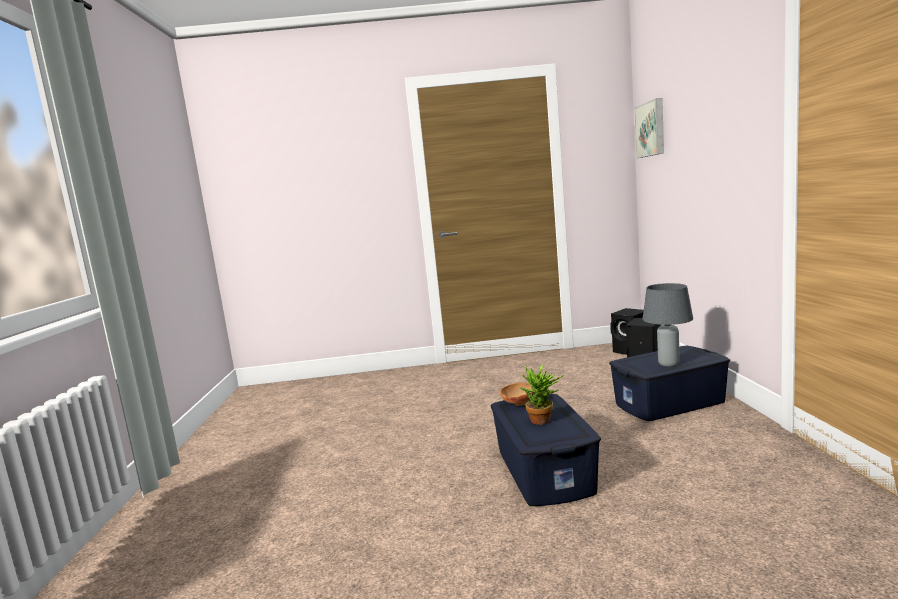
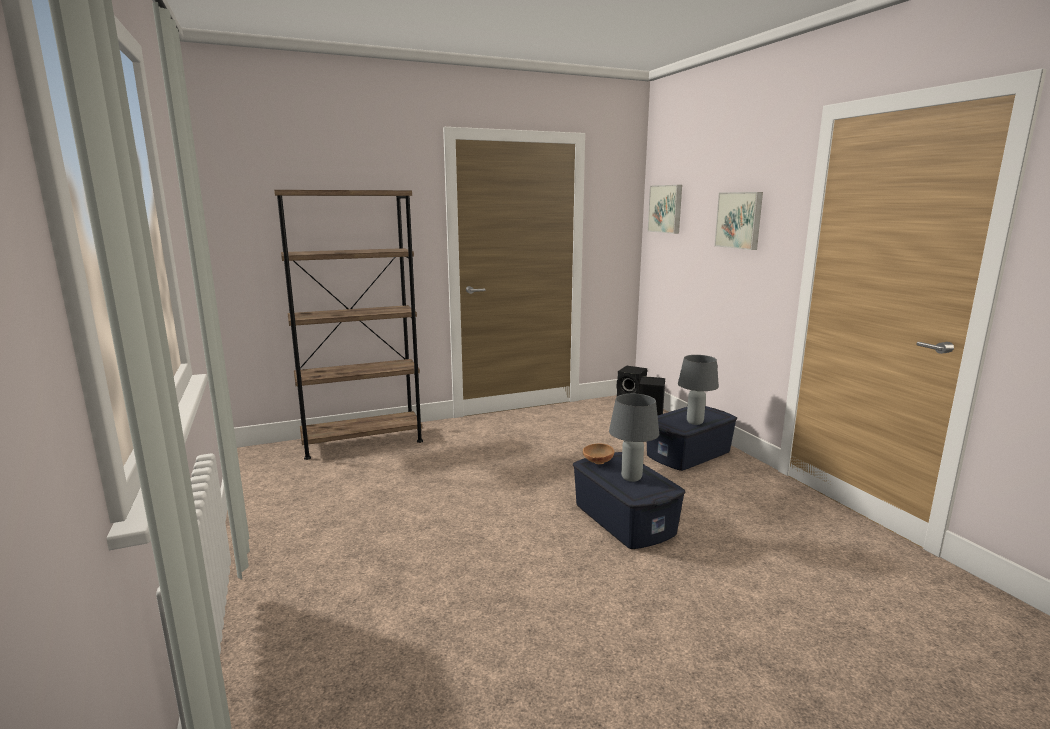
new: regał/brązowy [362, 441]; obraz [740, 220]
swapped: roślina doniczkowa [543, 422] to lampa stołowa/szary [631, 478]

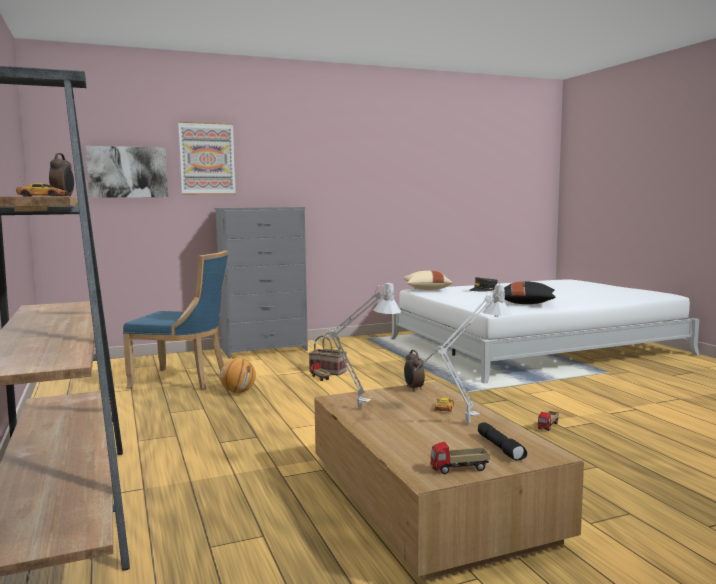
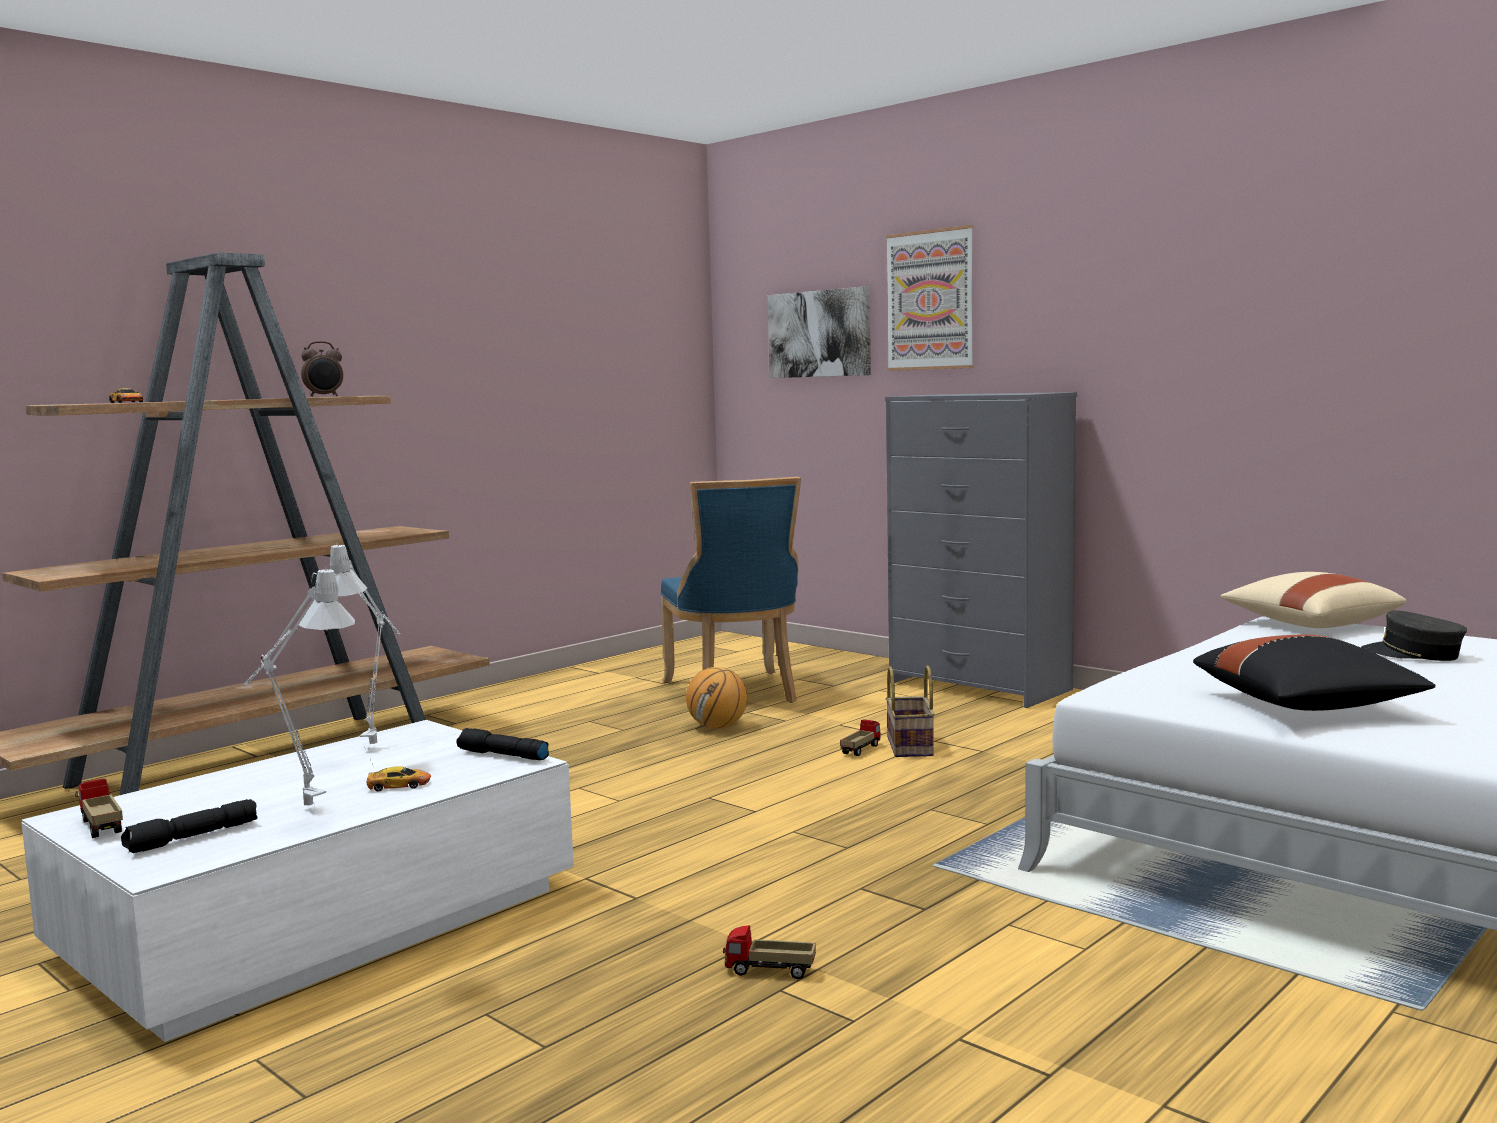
swapped: budzik [413, 389] to latarka/czarny [502, 756]
repainted: ława/brązowy [429, 502] to ława/biały [318, 922]

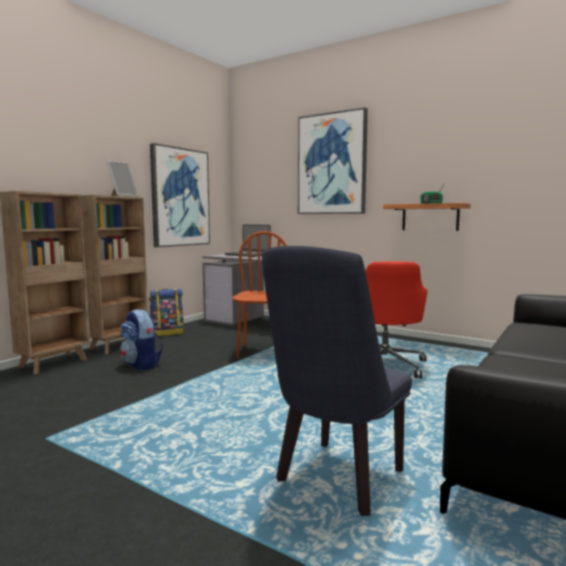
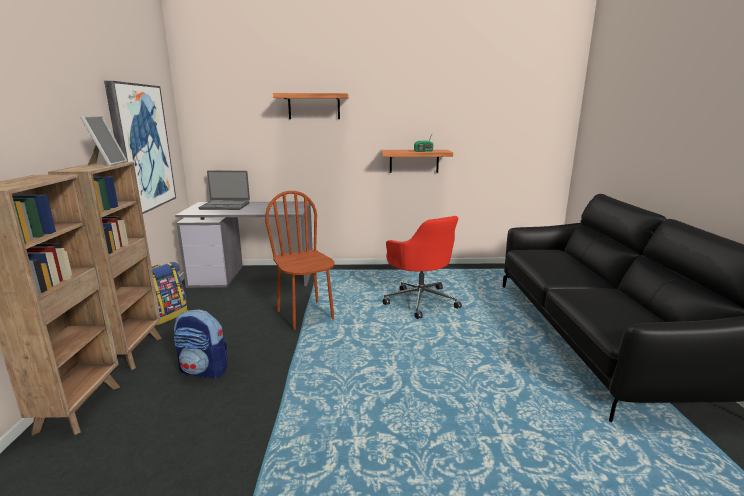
gone: krzesło/niebieski [335, 481]
swapped: obraz [332, 164] to półka [314, 106]

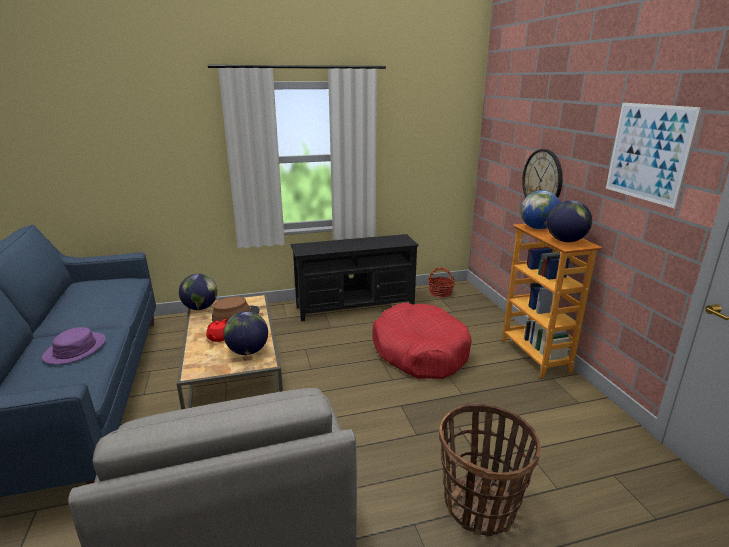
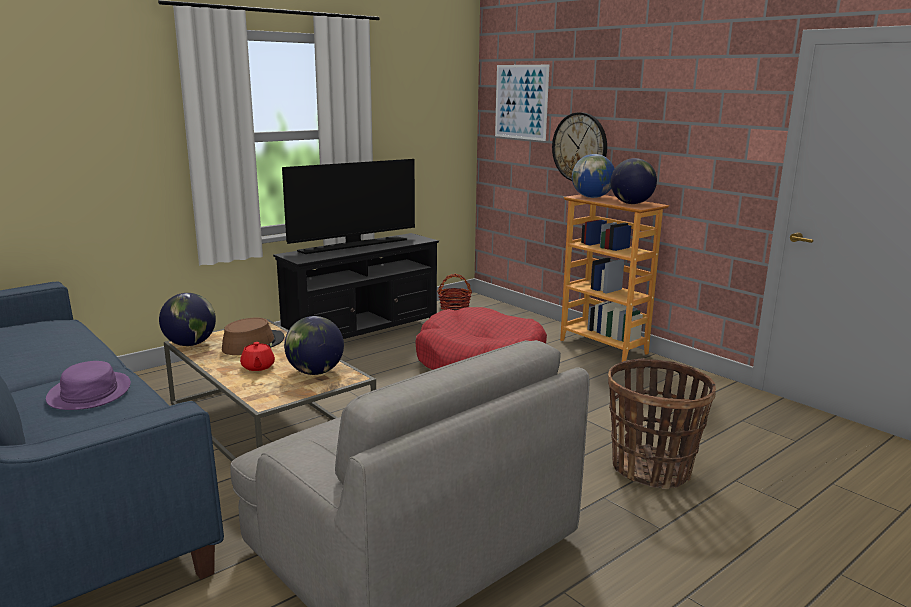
new: telewizor [353, 245]
shifted: obraz [648, 152] to [521, 102]

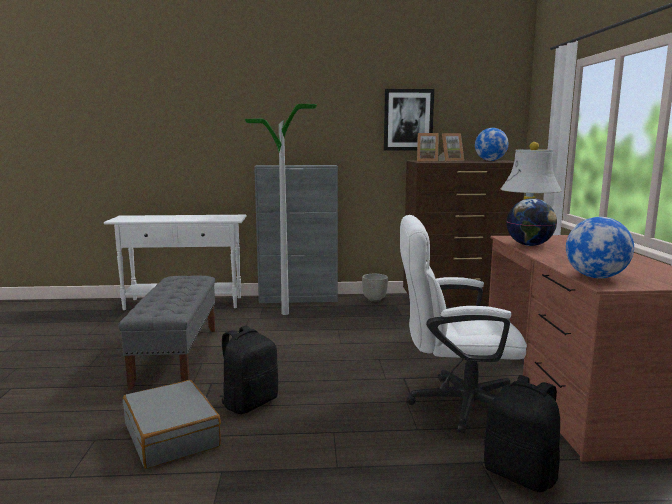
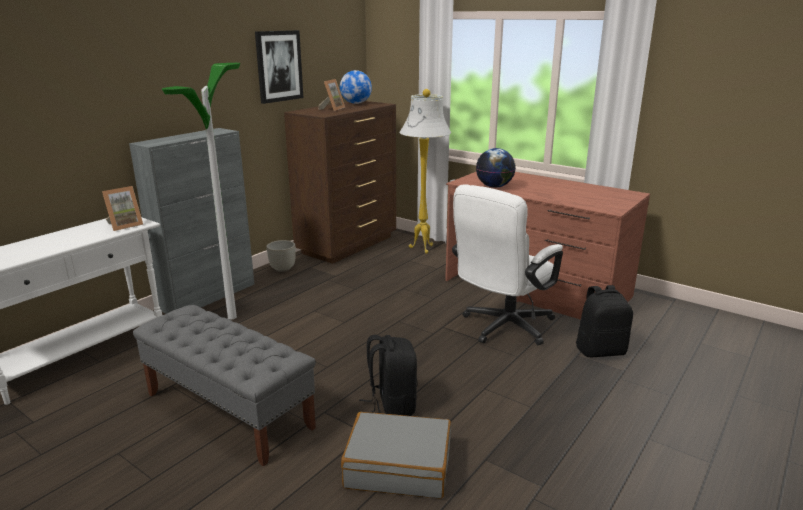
gone: globus [595, 277]
shifted: ramka na zdjęcie [427, 161] to [124, 225]

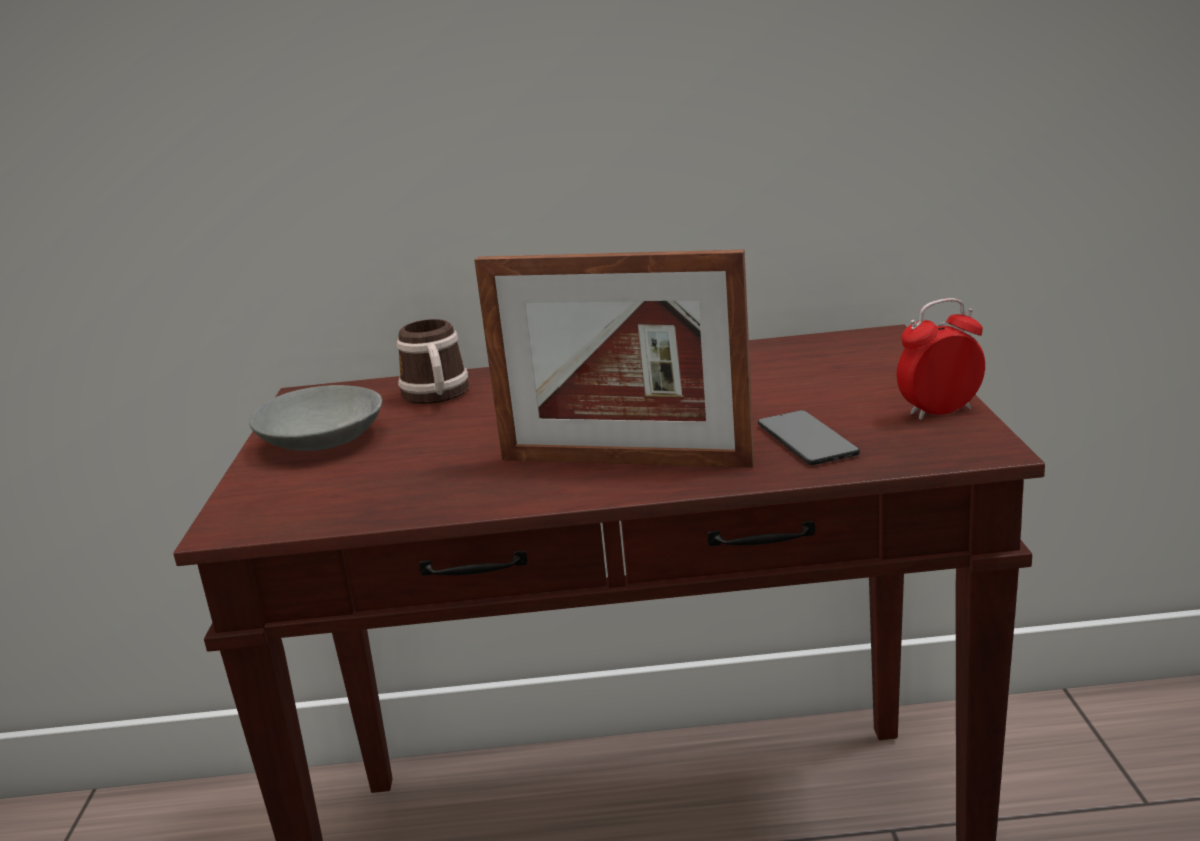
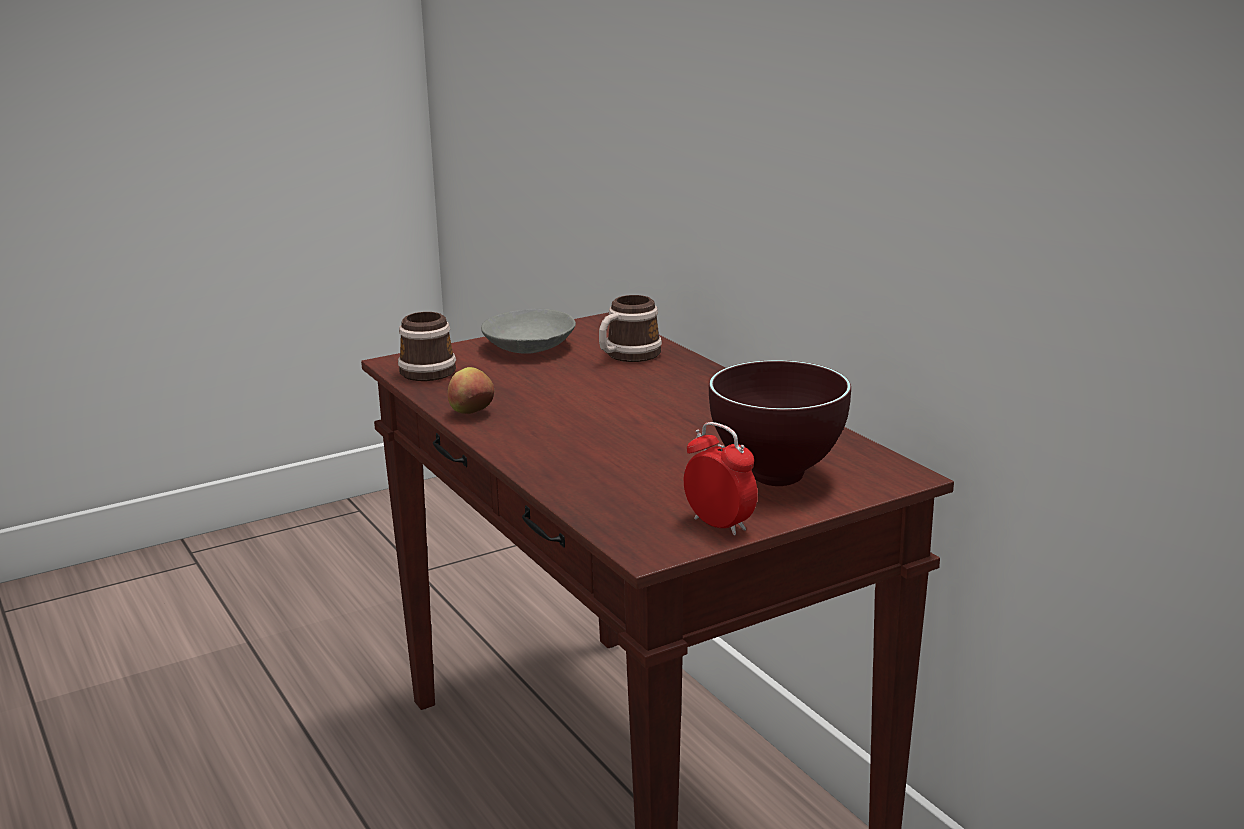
gone: ramka na zdjęcie [624, 461]; telefon [806, 440]
new: kubek [428, 369]; jabłko [472, 413]; miska/brązowy [773, 477]

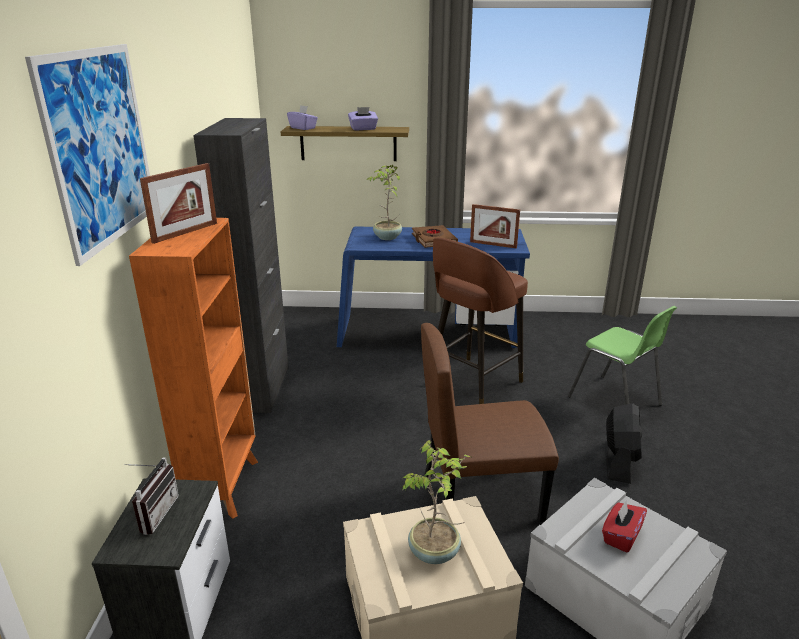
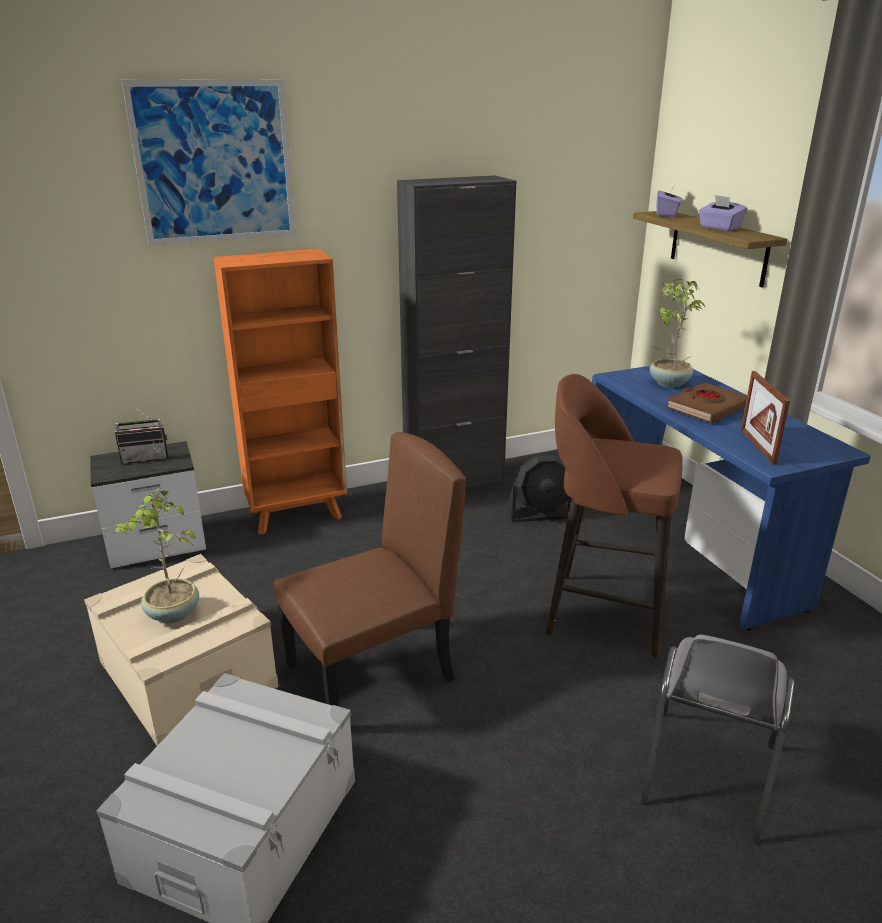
gone: ramka na zdjęcie [185, 232]; pudełko chusteczek/czerwony [621, 536]
shifted: wentylator/czarny [619, 461] to [541, 514]
repainted: krzesło/zielony [615, 401] to krzesło/szary [706, 774]
rotated: krzesło/brązowy [481, 496] = [371, 674] 90 degrees clockwise

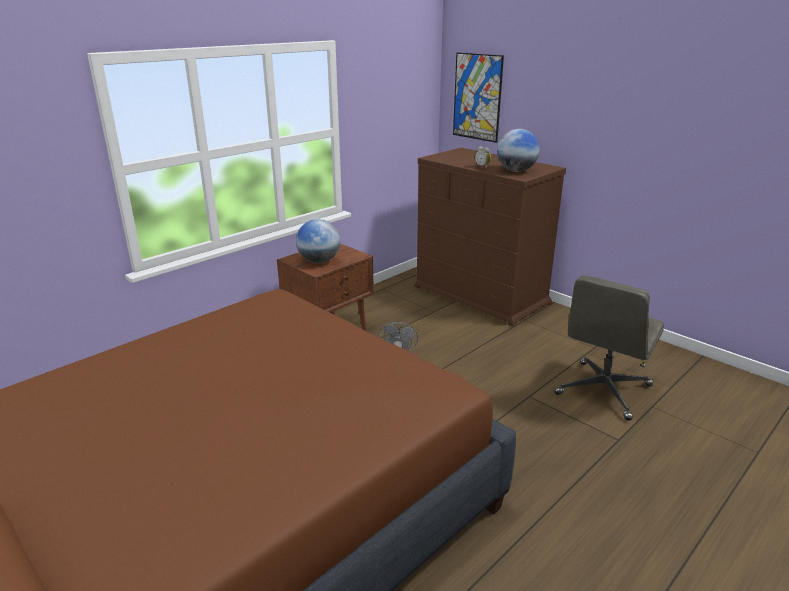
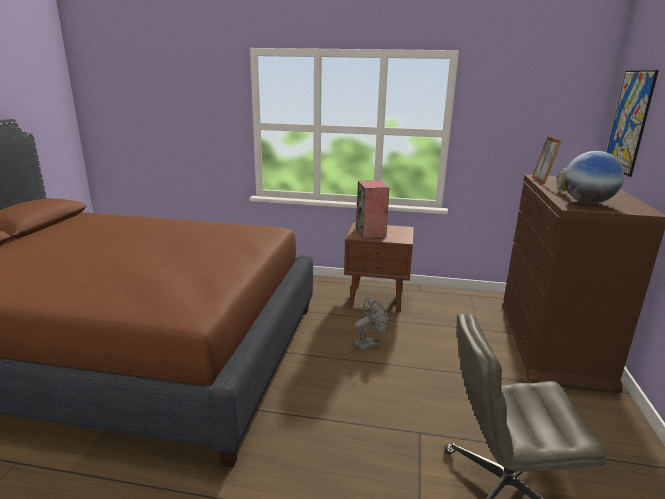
new: ramka na zdjęcie [542, 181]
swapped: globus [319, 261] to głośnik [371, 232]

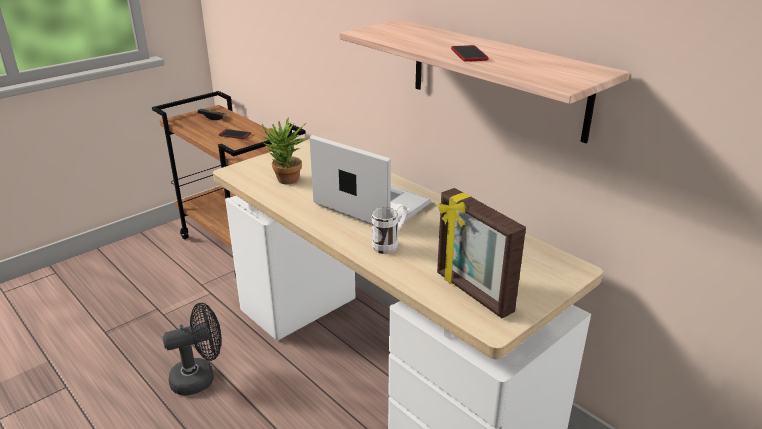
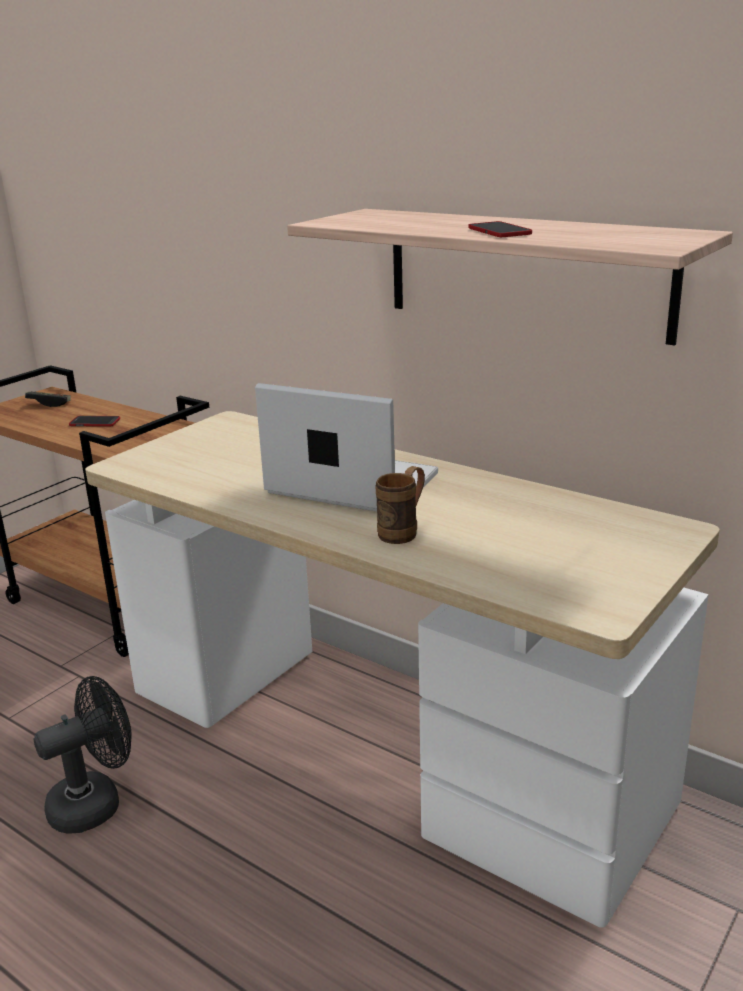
gone: roślina doniczkowa [287, 182]; ramka na zdjęcie [472, 293]
repainted: kubek/biały [390, 245] to kubek/brązowy [404, 531]

